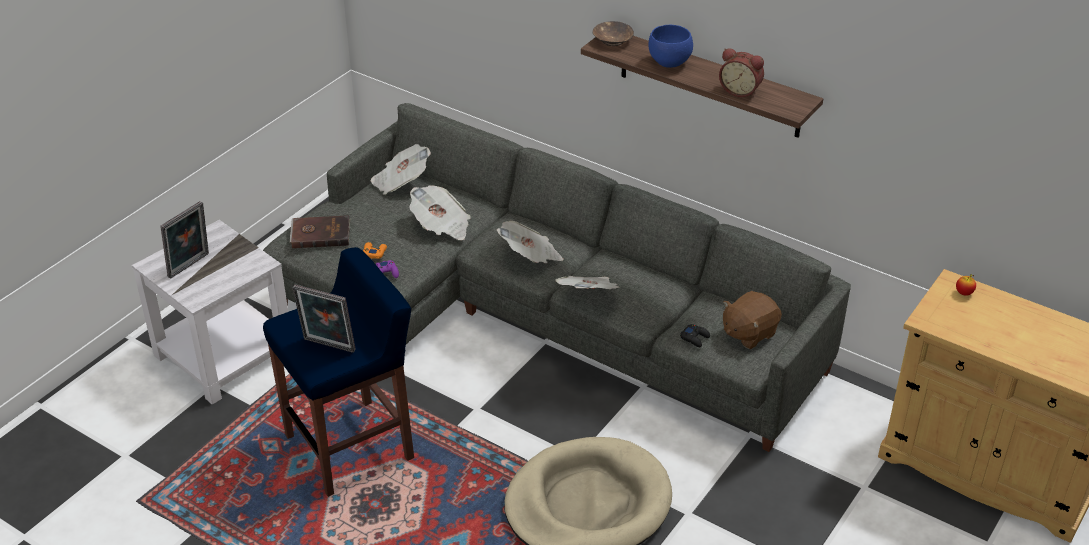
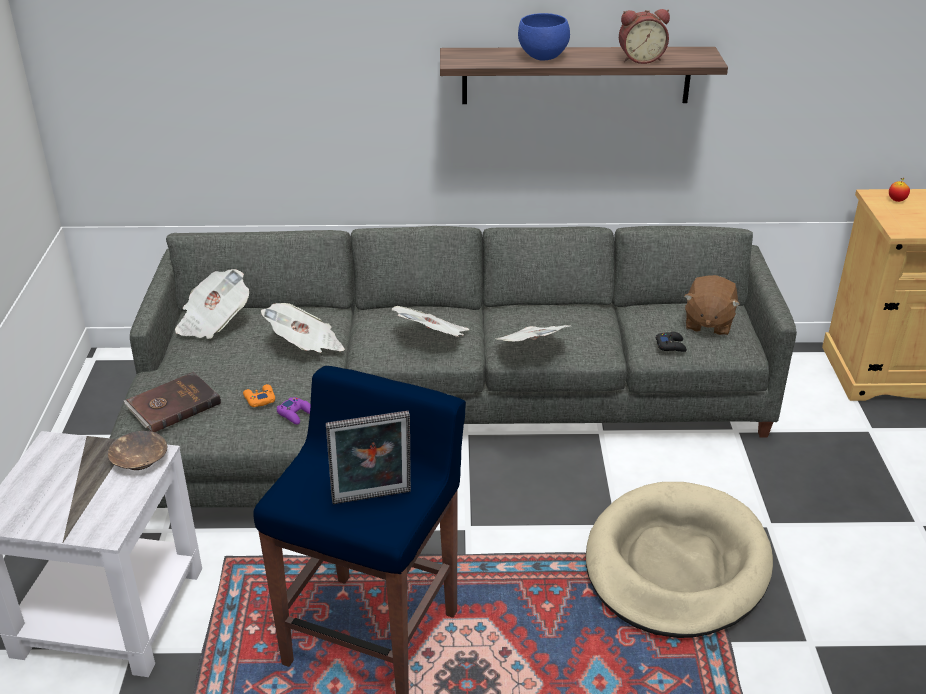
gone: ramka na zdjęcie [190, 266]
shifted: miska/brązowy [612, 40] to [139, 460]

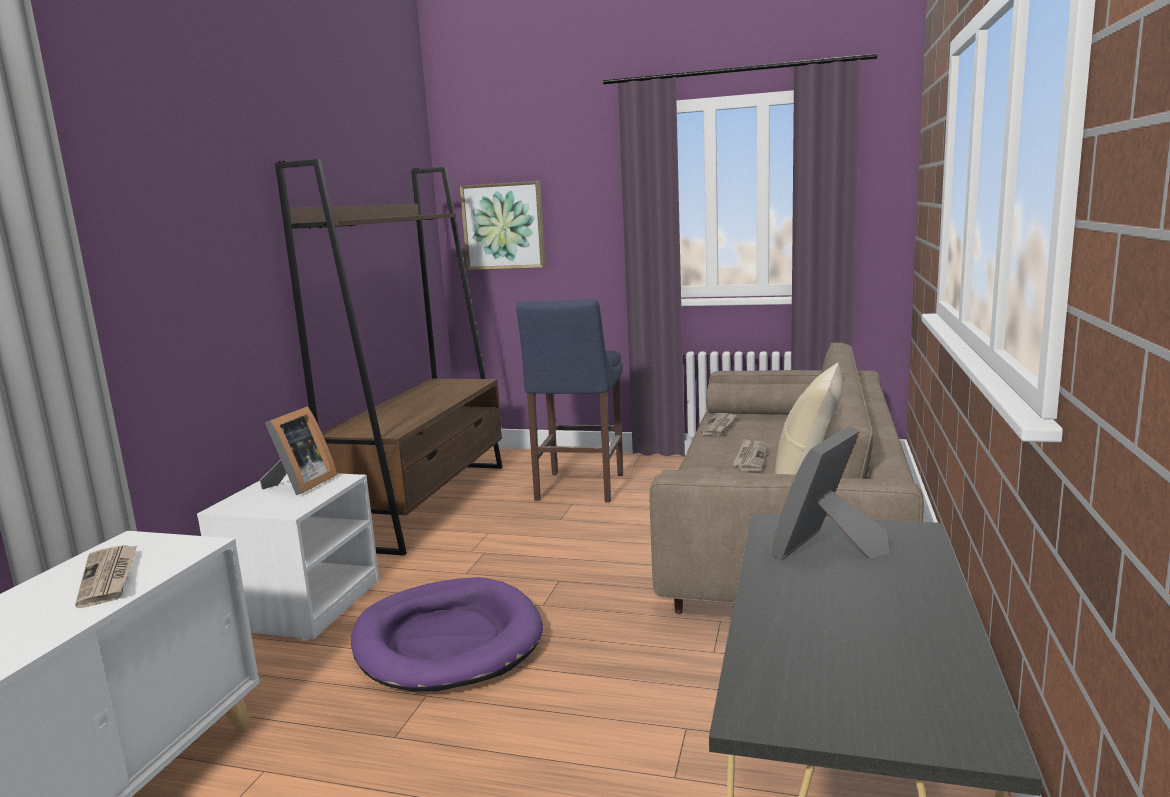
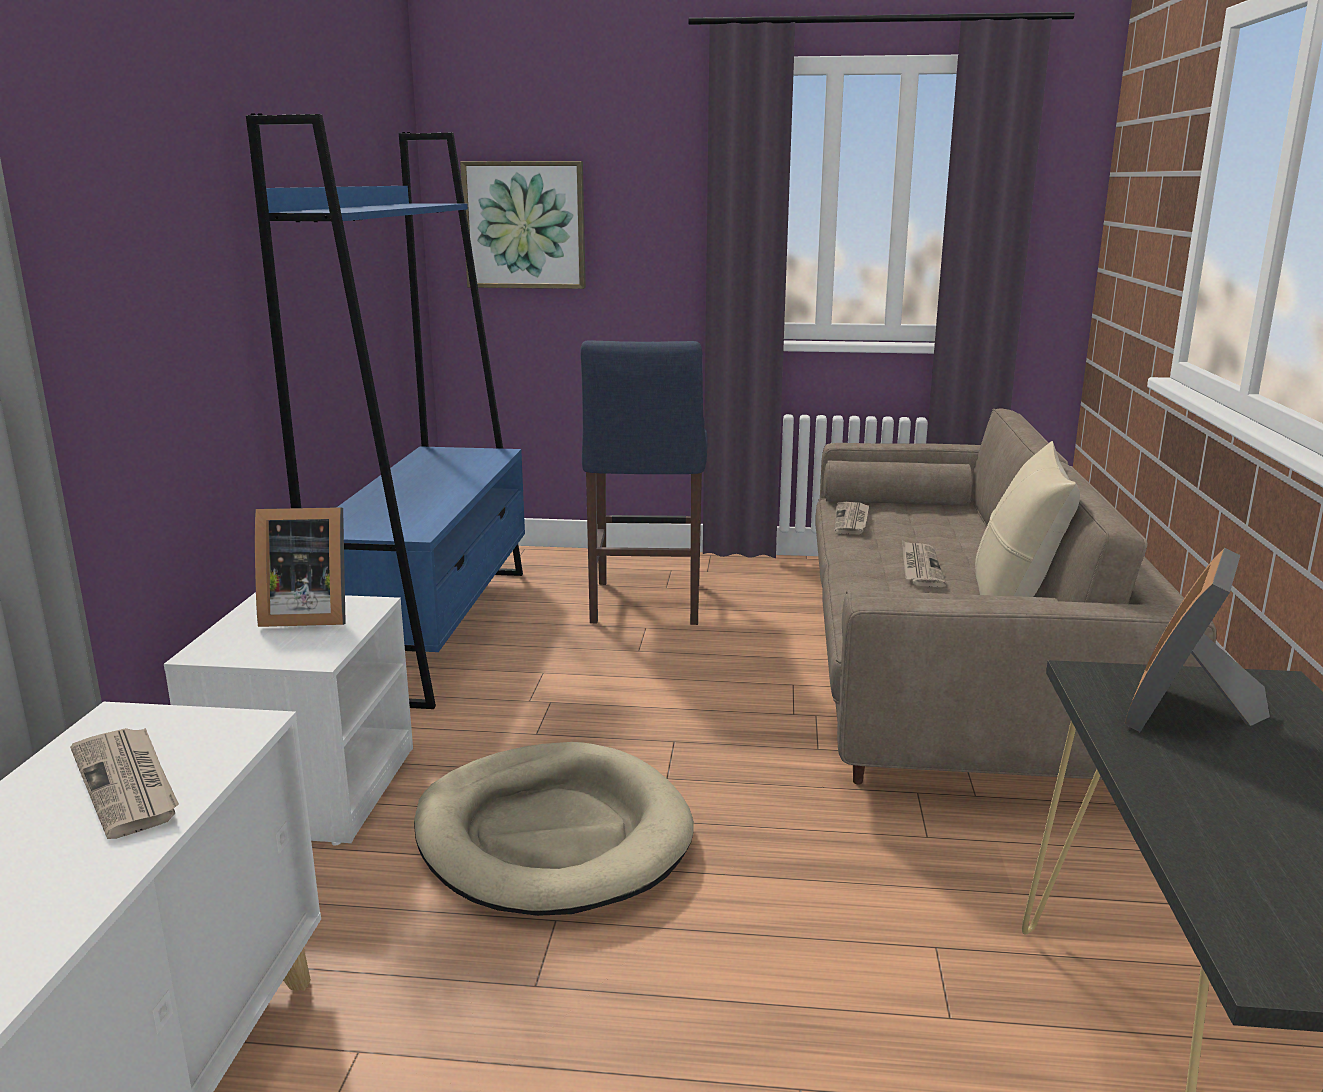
repainted: regał/brązowy [426, 503] to regał/niebieski [433, 629]; legowisko/fioletowy [447, 640] to legowisko/beżowy [552, 836]
rotated: ramka na zdjęcie [300, 485] = [306, 615] 75 degrees clockwise

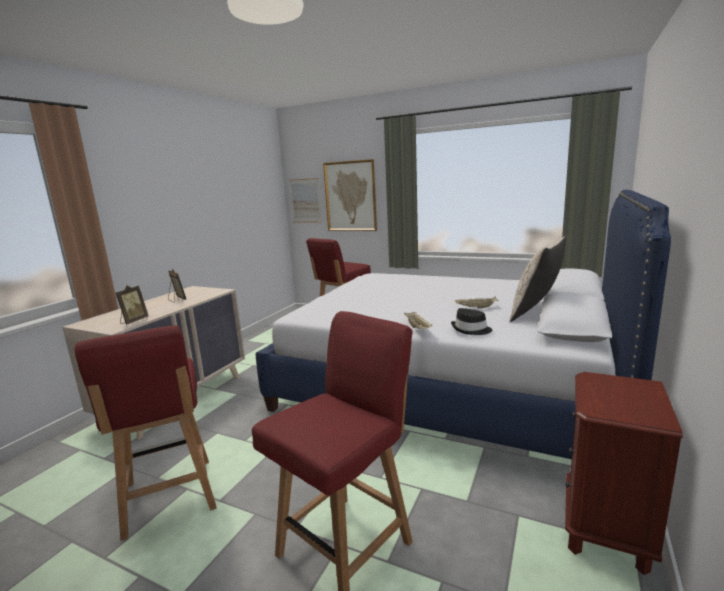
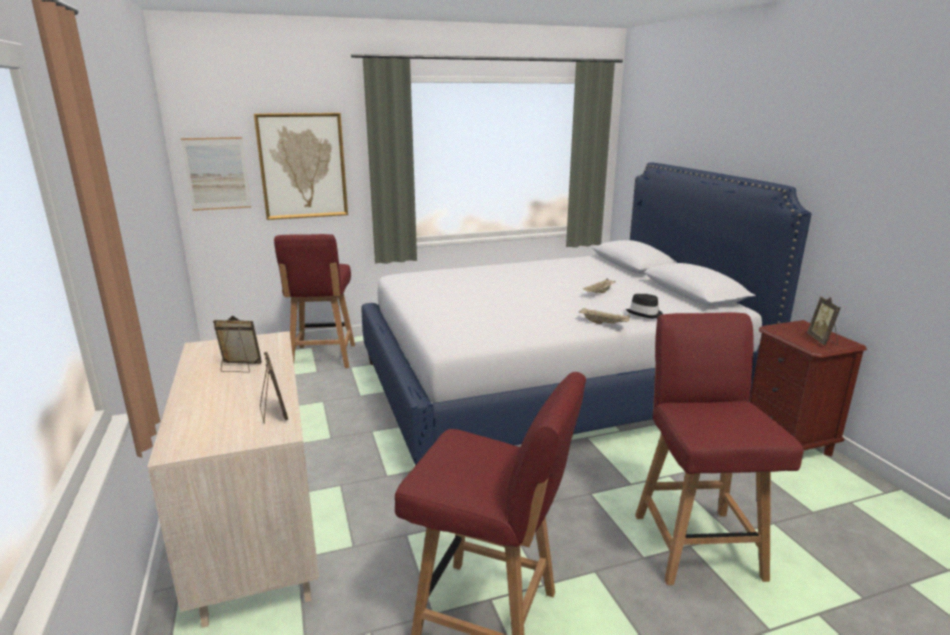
gone: poduszka/beżowy [536, 312]
new: ramka na zdjęcie [822, 341]

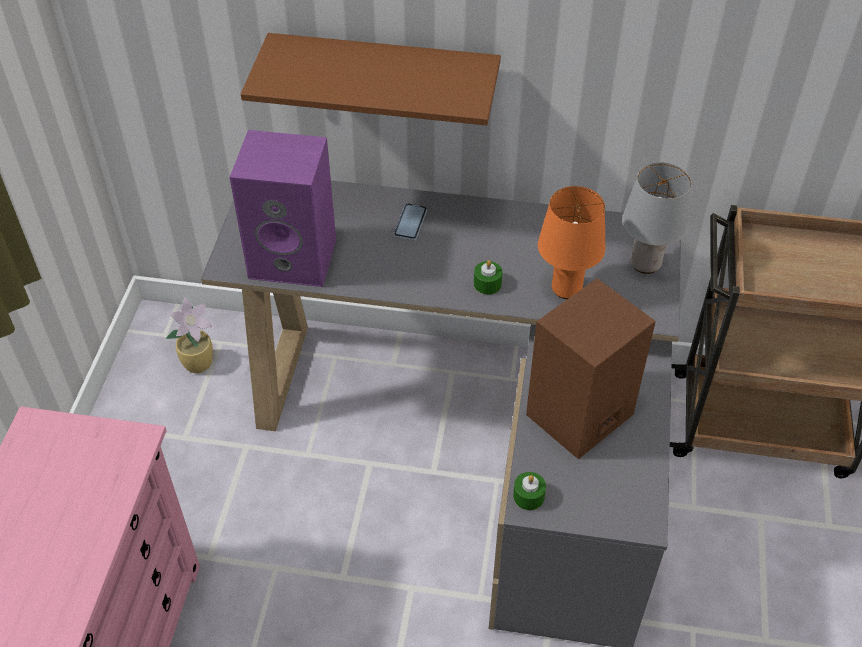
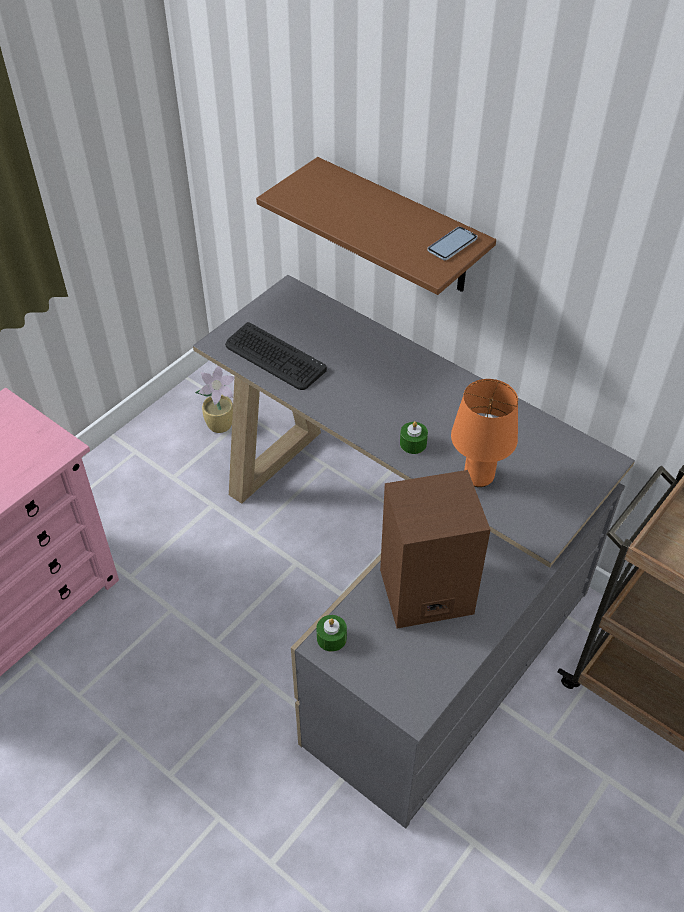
gone: lampa stołowa/szary [646, 264]
shifted: telefon [410, 223] to [452, 245]
swapped: głośnik/fioletowy [295, 257] to klawiatura [274, 358]

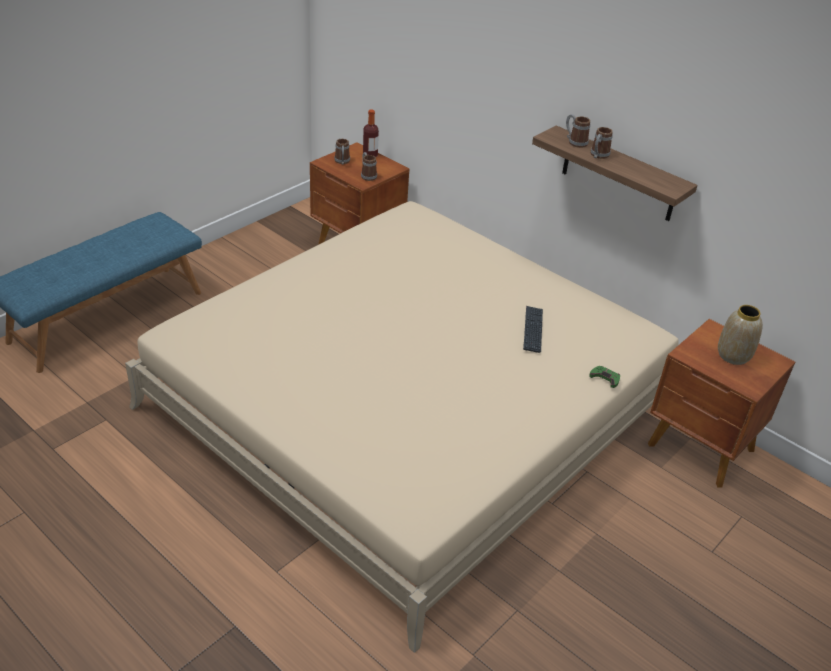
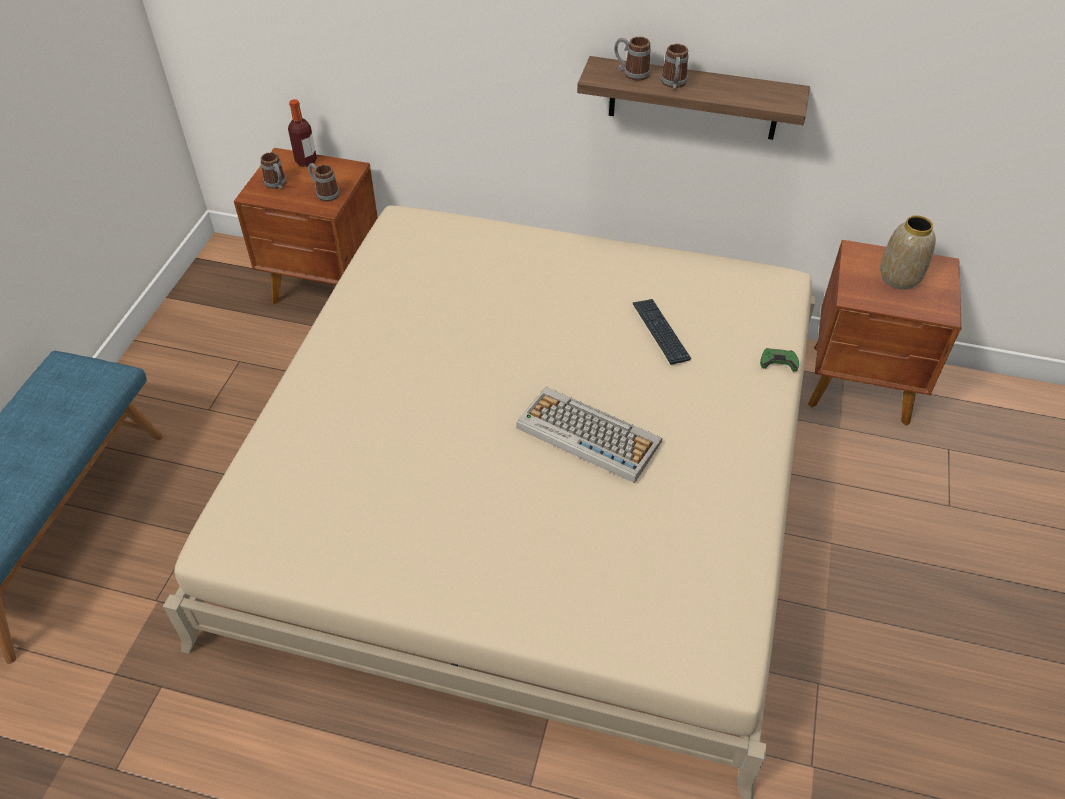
new: klawiatura [587, 434]

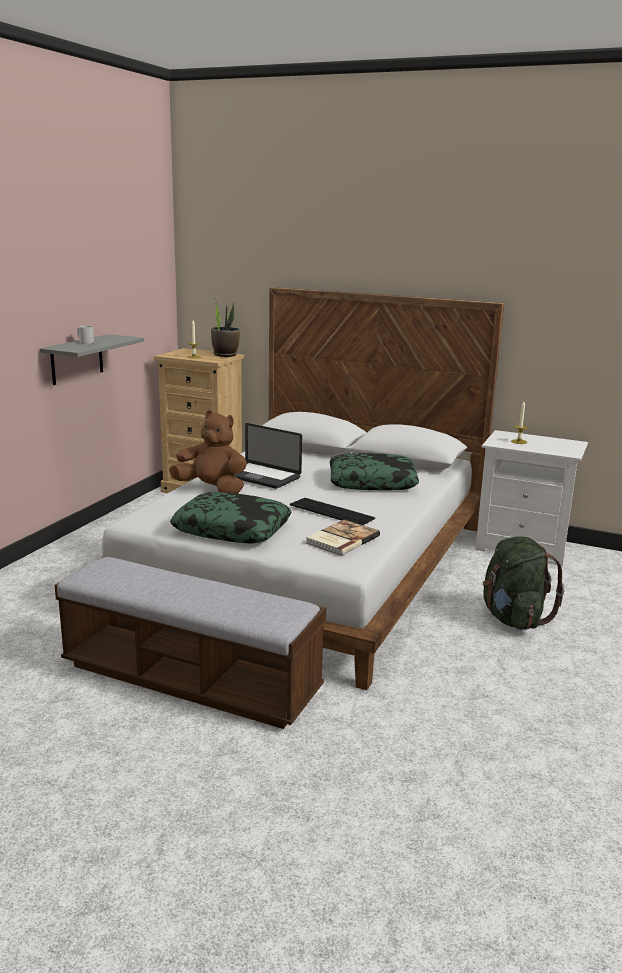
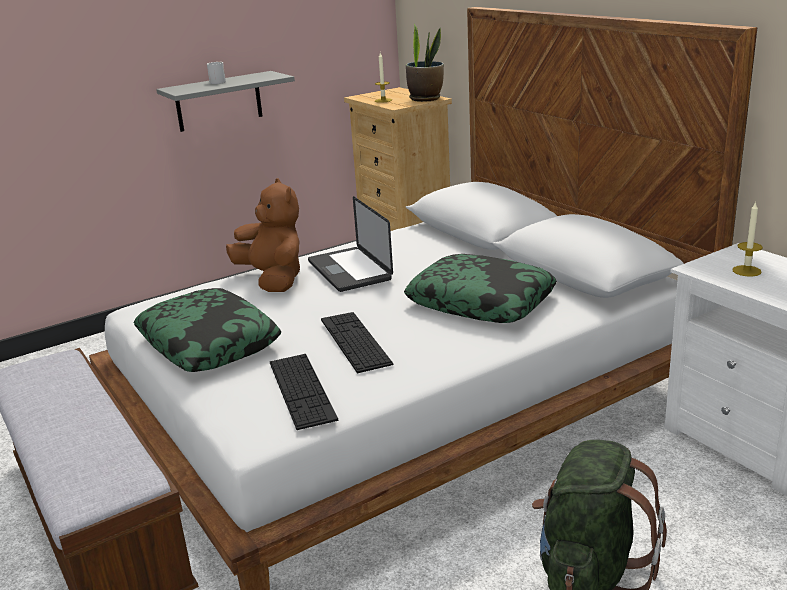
swapped: książka [341, 539] to klawiatura [301, 390]

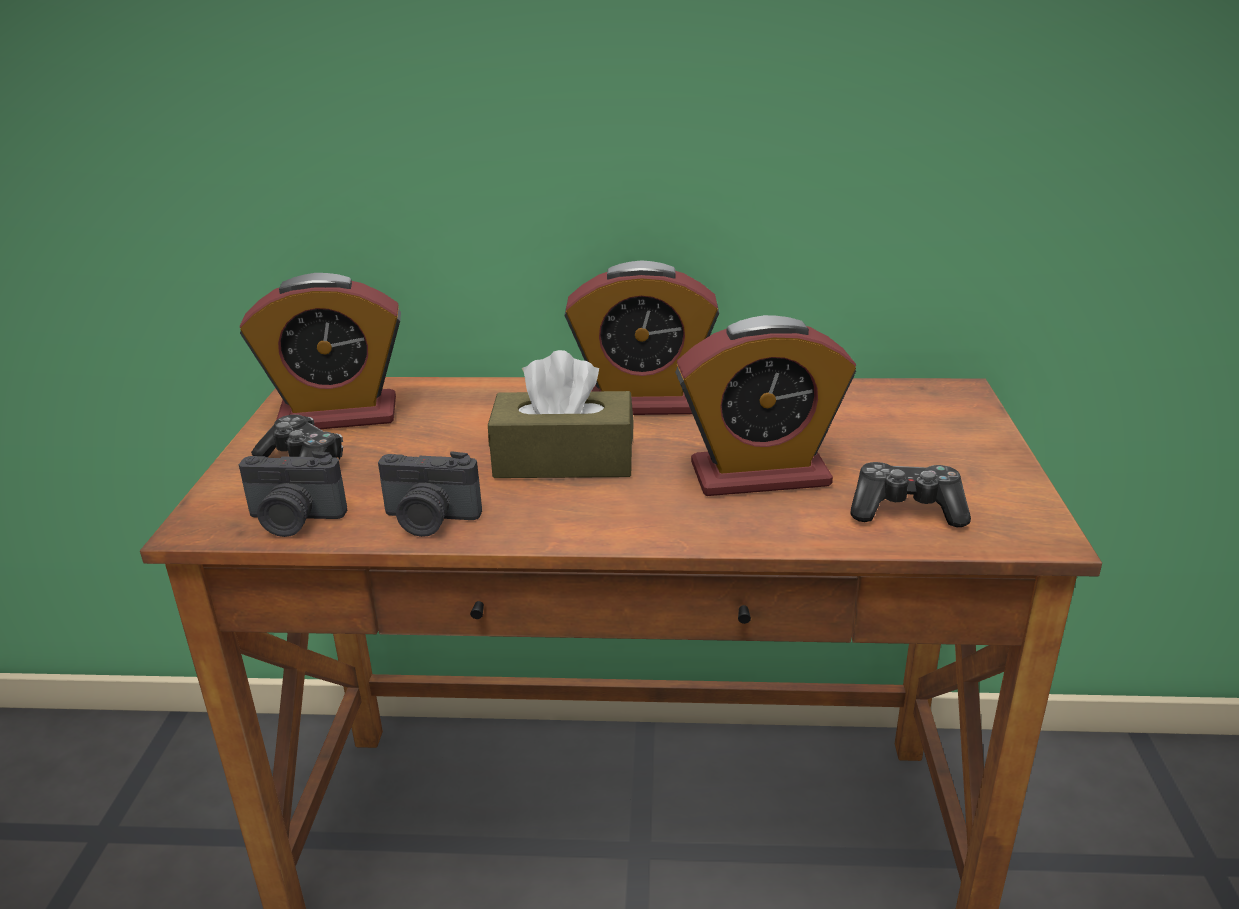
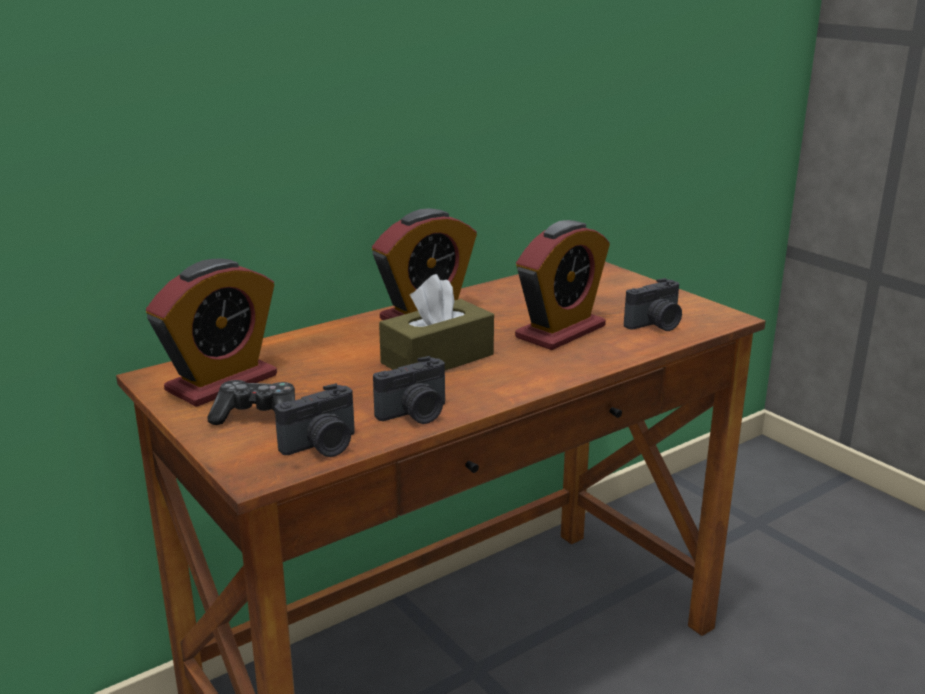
swapped: pad do gier [906, 509] to aparat fotograficzny [656, 325]

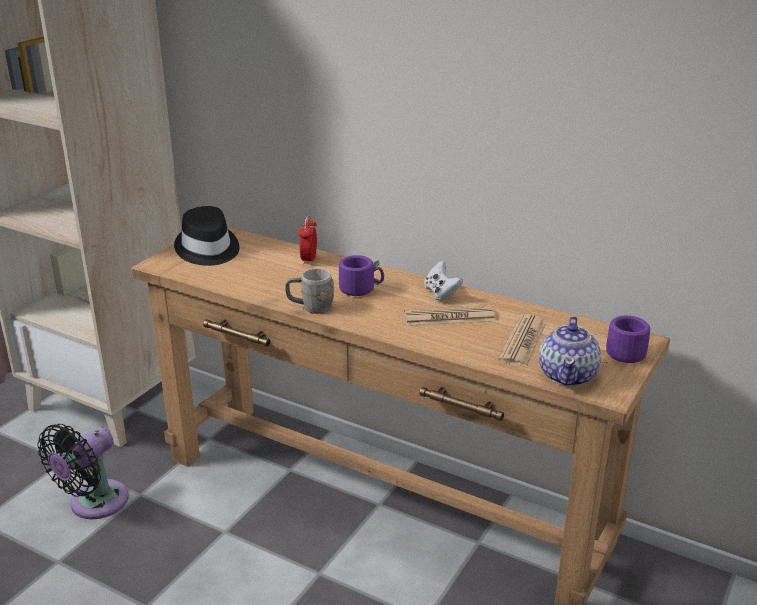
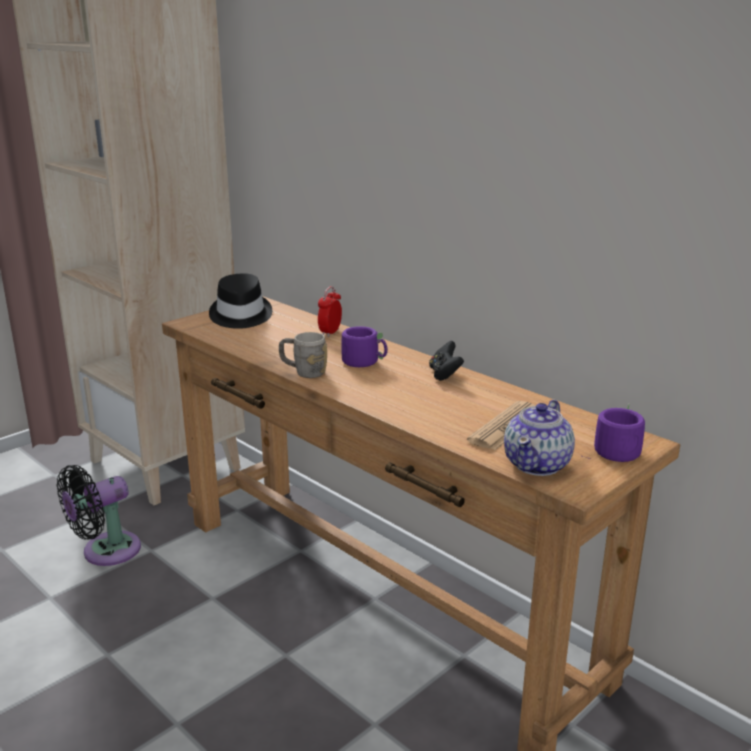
gone: gazeta [449, 317]
repainted: pad do gier/biały [441, 293] to pad do gier/czarny [444, 374]

